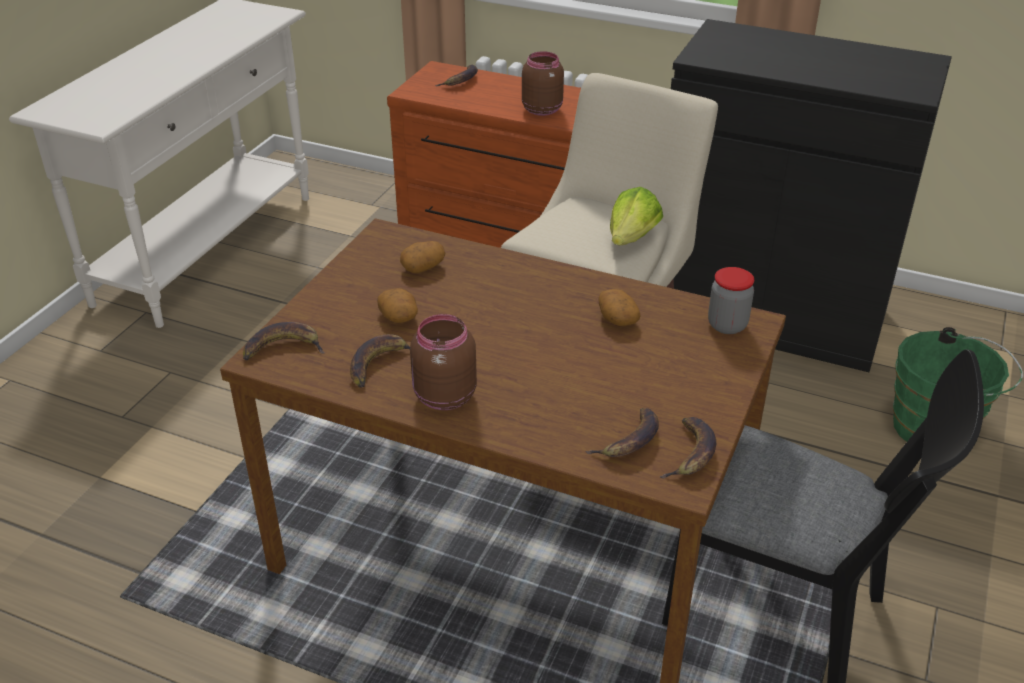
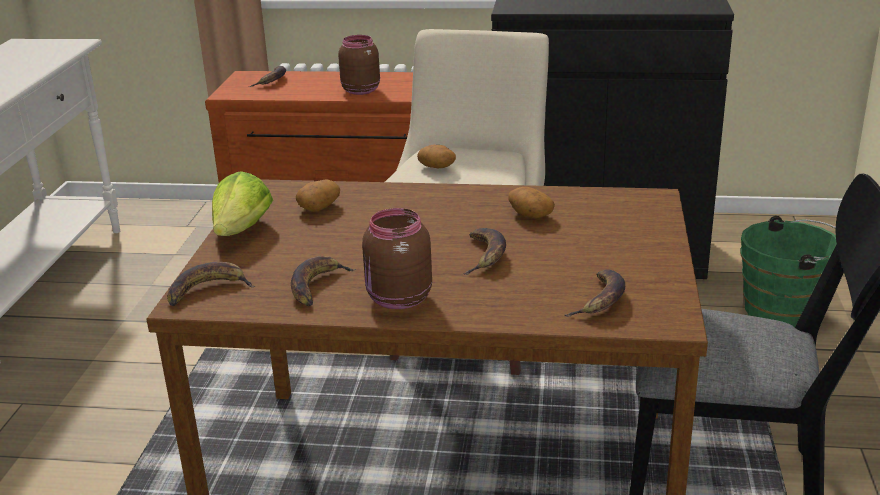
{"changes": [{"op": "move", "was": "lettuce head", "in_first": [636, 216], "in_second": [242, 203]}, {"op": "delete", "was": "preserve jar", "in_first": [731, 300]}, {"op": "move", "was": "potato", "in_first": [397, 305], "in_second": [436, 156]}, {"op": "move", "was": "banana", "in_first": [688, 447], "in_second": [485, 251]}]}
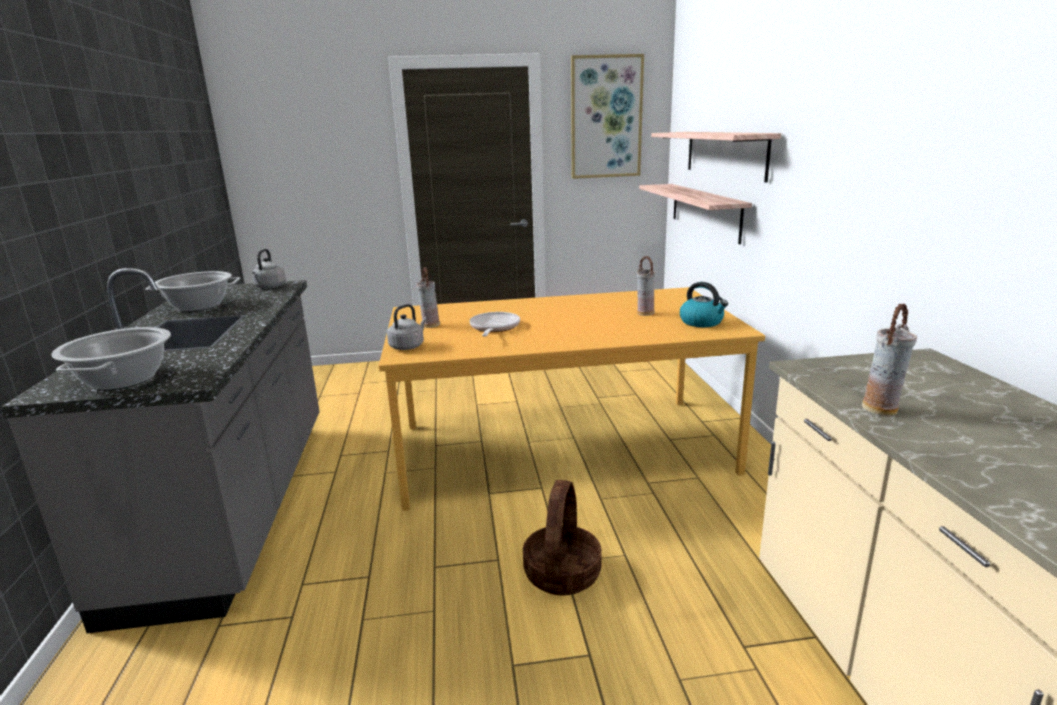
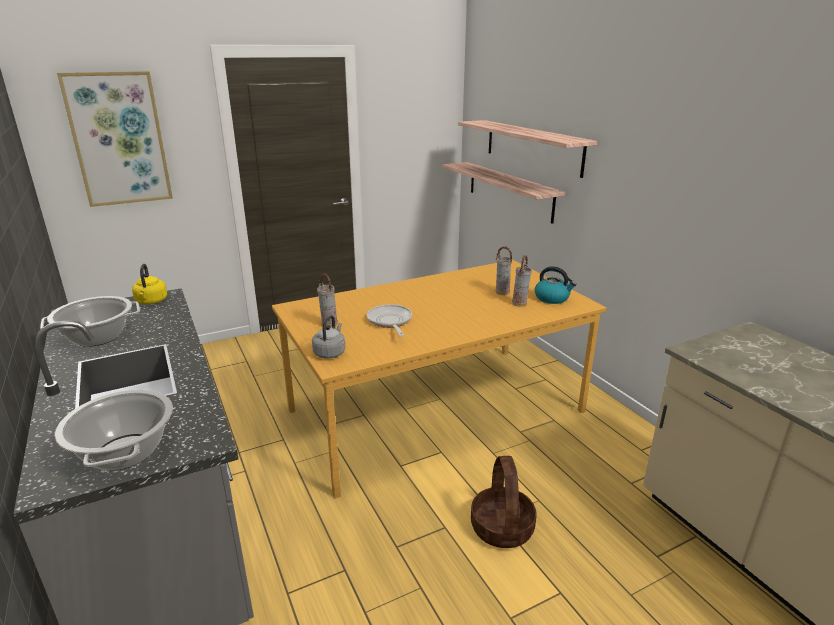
{"changes": [{"op": "move", "was": "wall art", "in_first": [607, 116], "in_second": [115, 139]}, {"op": "recolor", "was": "gray water kettle", "now": "yellow-coloured water kettle", "in_first": [269, 269], "in_second": [149, 284]}, {"op": "move", "was": "flower vase", "in_first": [889, 359], "in_second": [522, 281]}]}
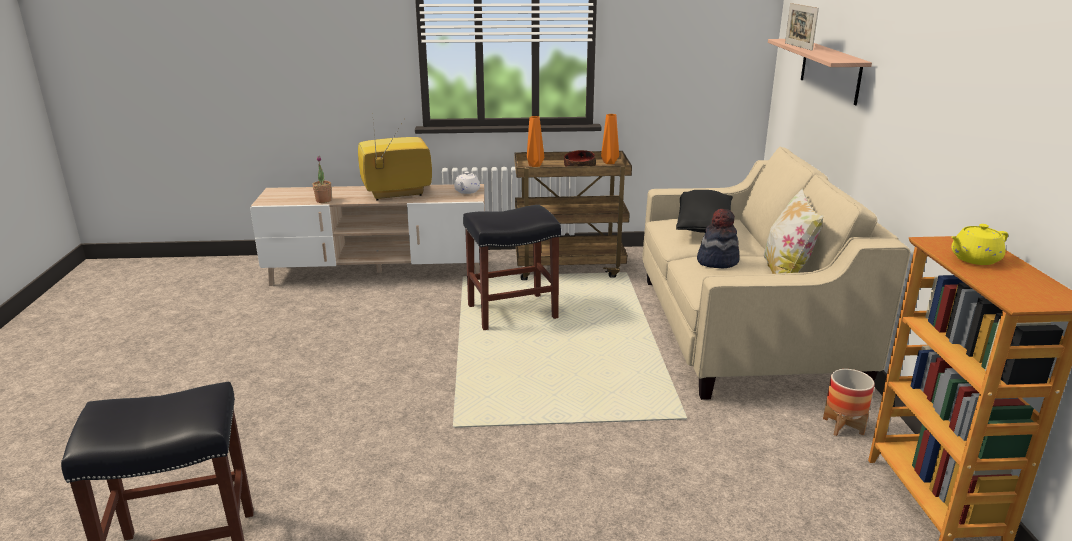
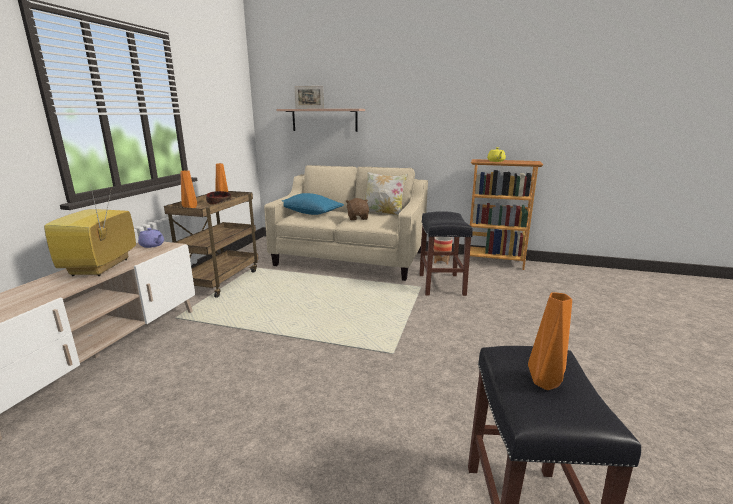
{"changes": [{"op": "delete", "was": "houseplant", "in_first": [322, 179]}, {"op": "recolor", "was": "whitish pot for tea", "now": "purplish pot for tea", "in_first": [467, 183], "in_second": [151, 238]}, {"op": "recolor", "was": "blackish throw pillow", "now": "blue throw pillow", "in_first": [705, 211], "in_second": [313, 204]}, {"op": "move", "was": "blackish sitting stool", "in_first": [512, 267], "in_second": [446, 254]}, {"op": "replace", "was": "hat", "now": "brown soft toy", "in_first": [718, 239], "in_second": [357, 209]}, {"op": "insert", "now": "orangey flower vase", "in_second": [550, 341]}]}
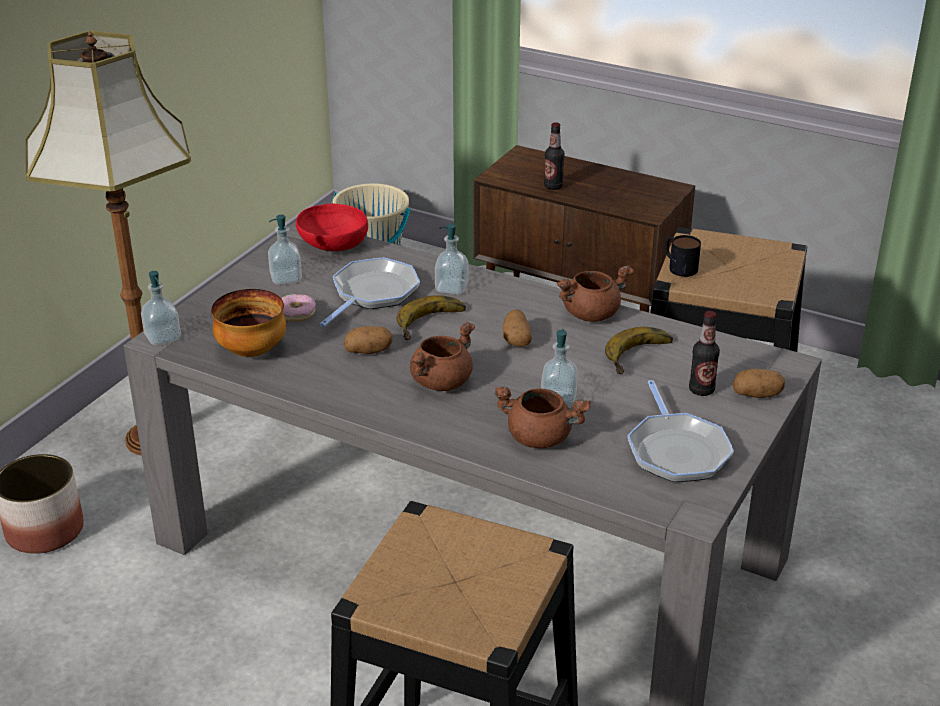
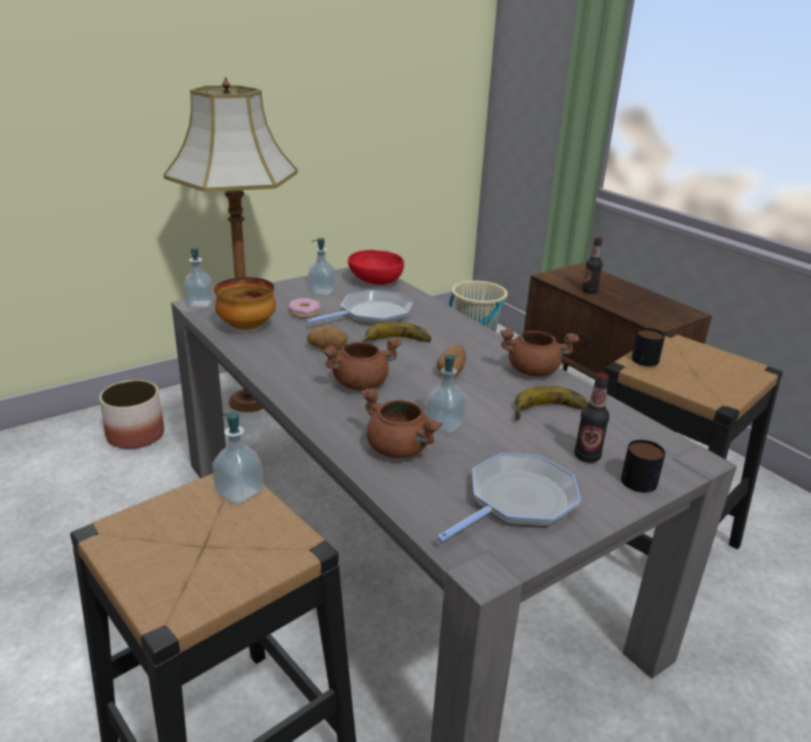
{"changes": [{"op": "move", "was": "soap bottle", "in_first": [451, 259], "in_second": [237, 458]}, {"op": "replace", "was": "potato", "now": "coffee mug", "in_first": [759, 383], "in_second": [643, 466]}, {"op": "rotate", "was": "frying pan", "in_first": [680, 431], "in_second": [509, 497], "clockwise": -150}]}
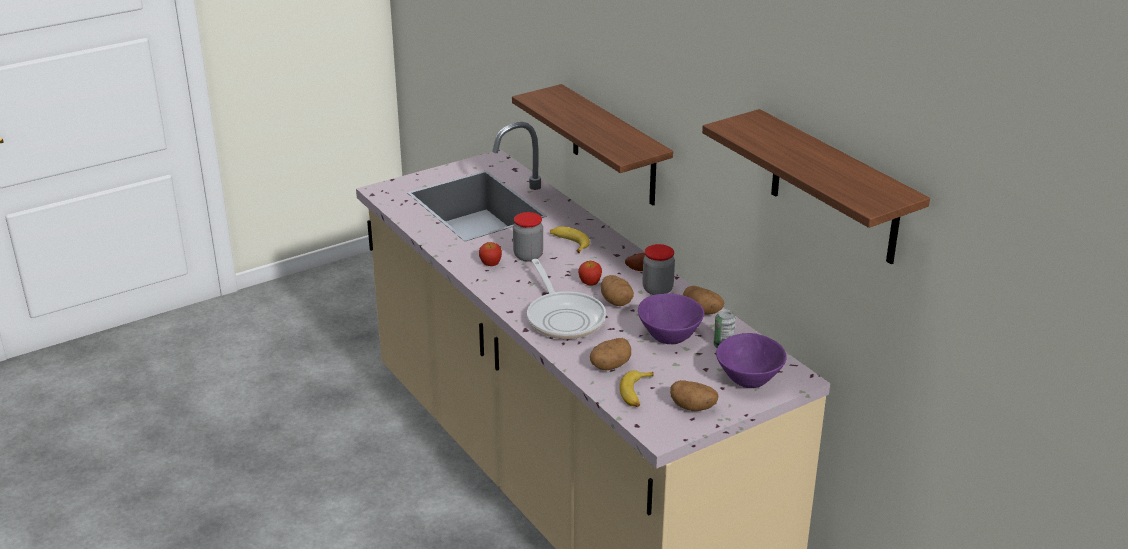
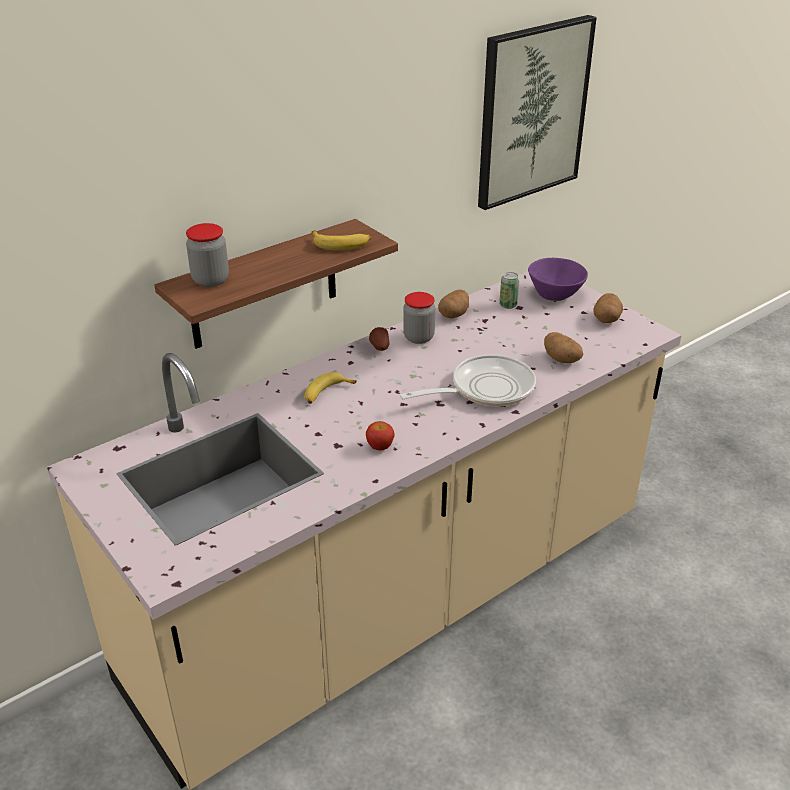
{"changes": [{"op": "replace", "was": "shelf", "now": "wall art", "in_first": [816, 186], "in_second": [537, 112]}, {"op": "move", "was": "preserve jar", "in_first": [528, 237], "in_second": [207, 255]}, {"op": "delete", "was": "apple fruit", "in_first": [590, 273]}, {"op": "delete", "was": "potato", "in_first": [617, 290]}, {"op": "delete", "was": "purplish serving bowl", "in_first": [671, 318]}, {"op": "move", "was": "banana", "in_first": [636, 388], "in_second": [341, 240]}]}
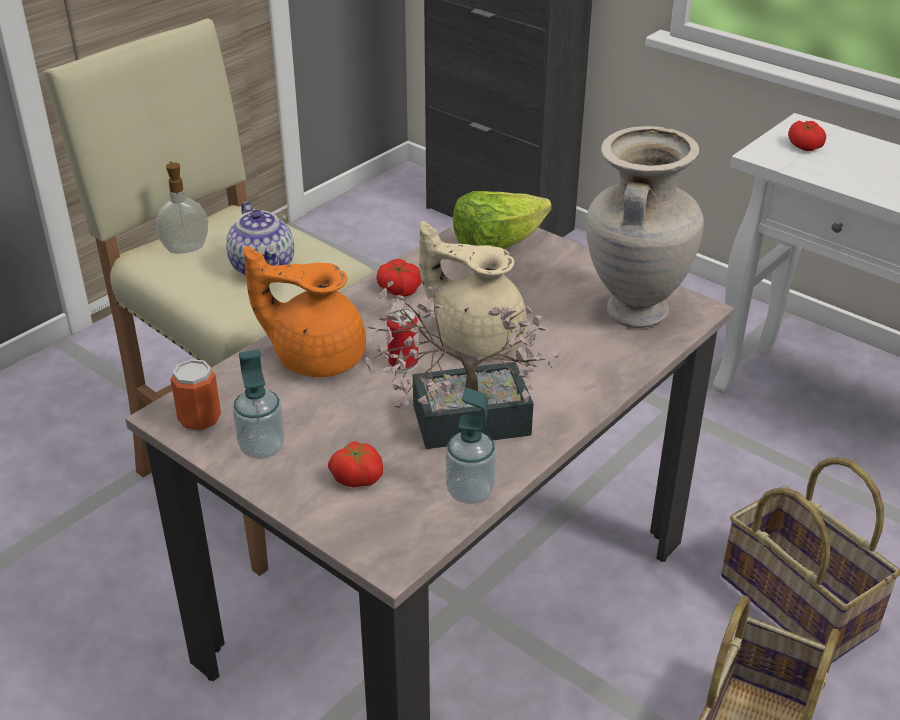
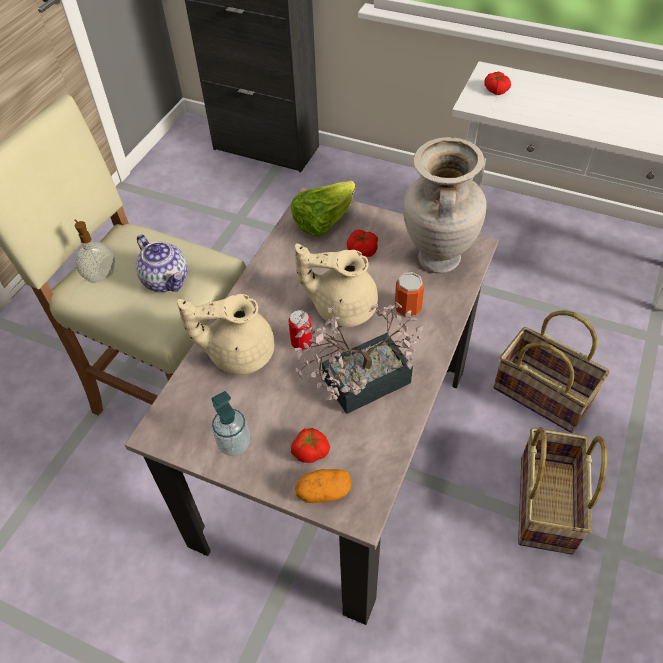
{"changes": [{"op": "recolor", "was": "orangey pot for tea", "now": "sand-coloured pot for tea", "in_first": [305, 311], "in_second": [225, 334]}, {"op": "move", "was": "tomato", "in_first": [399, 278], "in_second": [362, 243]}, {"op": "move", "was": "sealed can", "in_first": [195, 395], "in_second": [409, 294]}, {"op": "delete", "was": "soap bottle", "in_first": [471, 446]}, {"op": "insert", "now": "potato", "in_second": [323, 486]}]}
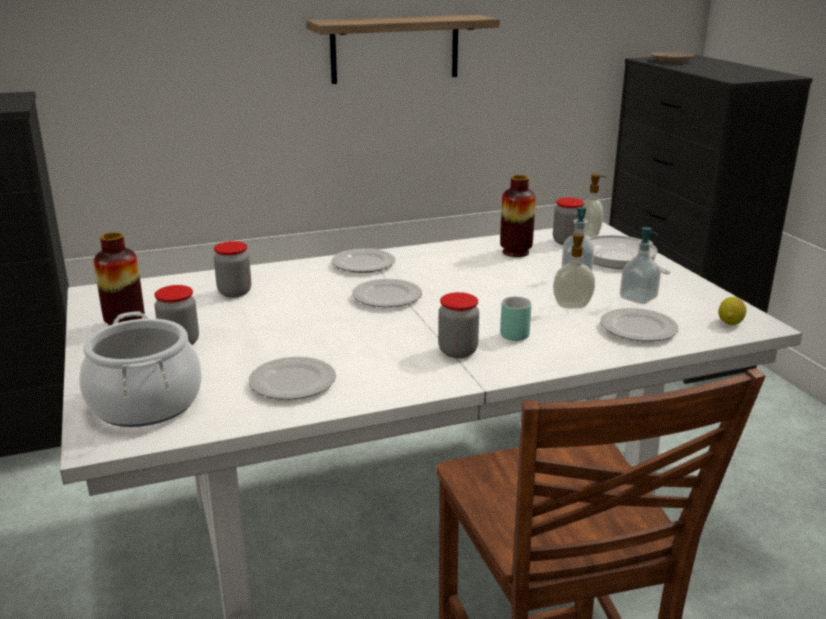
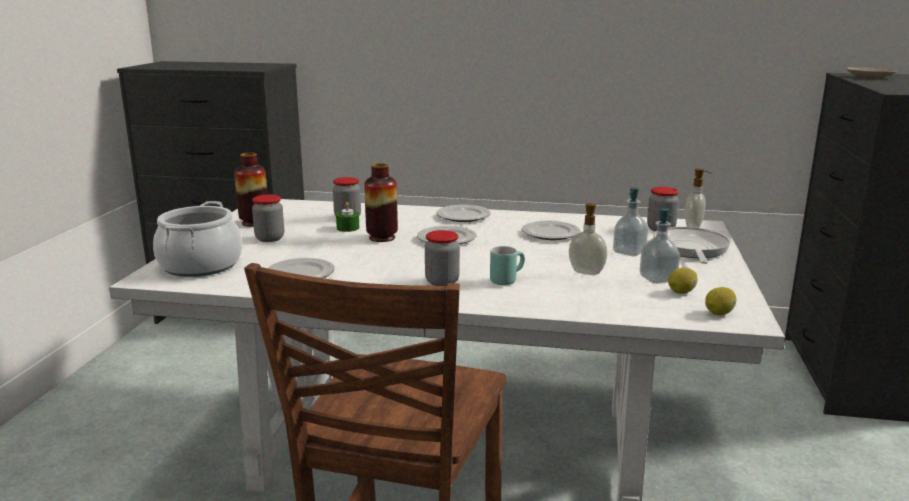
{"changes": [{"op": "delete", "was": "shelf", "in_first": [403, 49]}, {"op": "move", "was": "flower vase", "in_first": [518, 216], "in_second": [381, 202]}, {"op": "move", "was": "flat dish", "in_first": [639, 324], "in_second": [551, 230]}, {"op": "insert", "now": "green candle", "in_second": [347, 217]}, {"op": "insert", "now": "lemon", "in_second": [683, 281]}]}
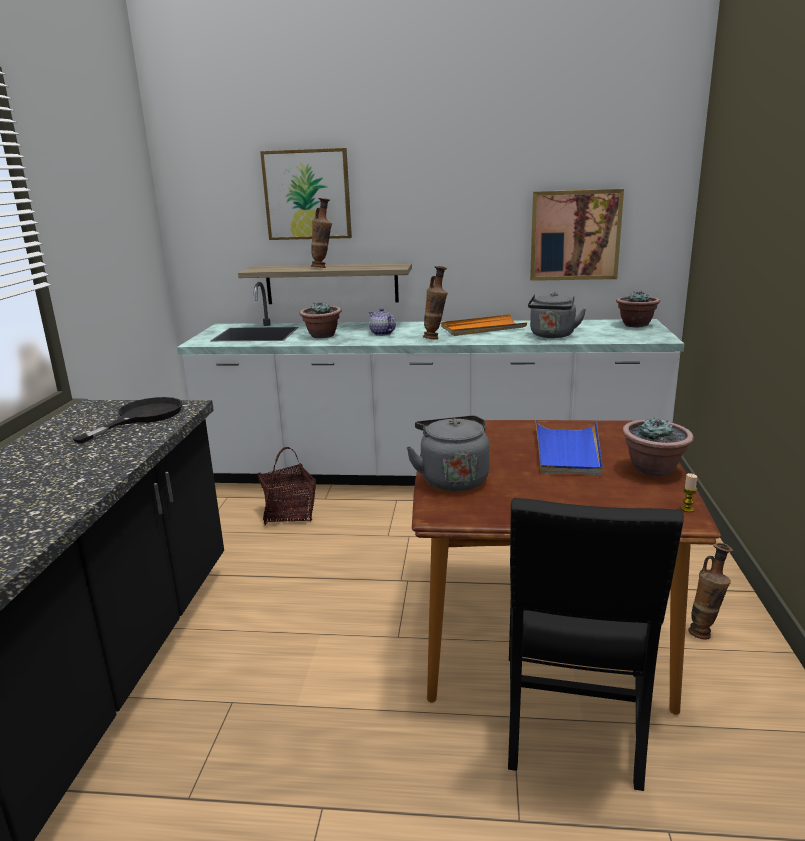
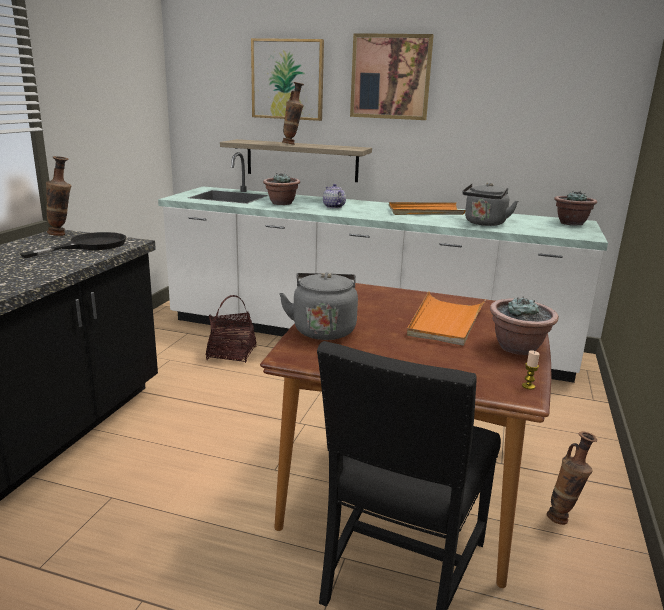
{"changes": [{"op": "move", "was": "wall art", "in_first": [577, 235], "in_second": [392, 76]}, {"op": "move", "was": "flower vase", "in_first": [435, 302], "in_second": [58, 196]}, {"op": "recolor", "was": "blue serving tray", "now": "orangey serving tray", "in_first": [569, 447], "in_second": [446, 318]}]}
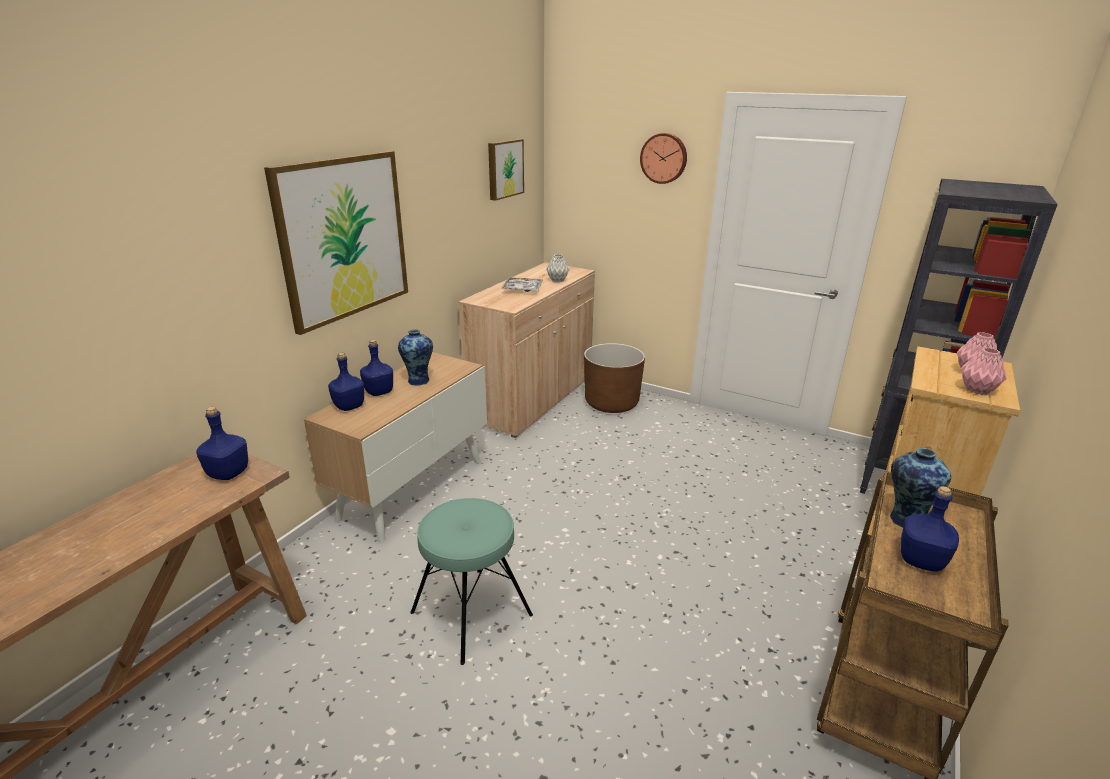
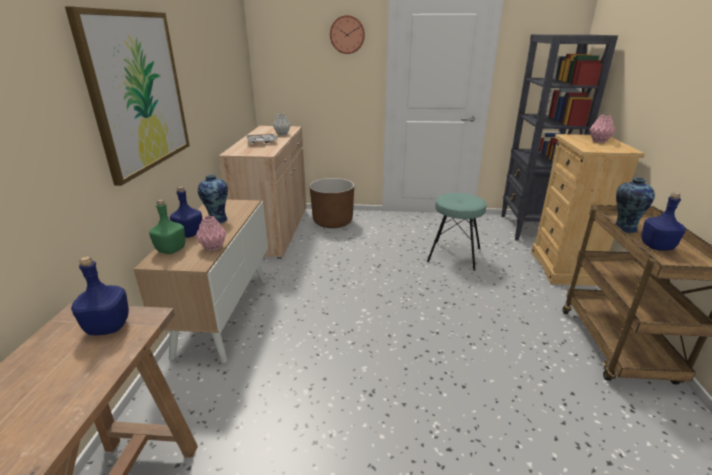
{"changes": [{"op": "delete", "was": "wall art", "in_first": [506, 170]}, {"op": "move", "was": "pink-coloured flower vase", "in_first": [984, 371], "in_second": [211, 233]}, {"op": "recolor", "was": "blue drink bottle", "now": "green drink bottle", "in_first": [346, 382], "in_second": [167, 226]}, {"op": "move", "was": "blue-green sitting stool", "in_first": [471, 581], "in_second": [456, 231]}]}
